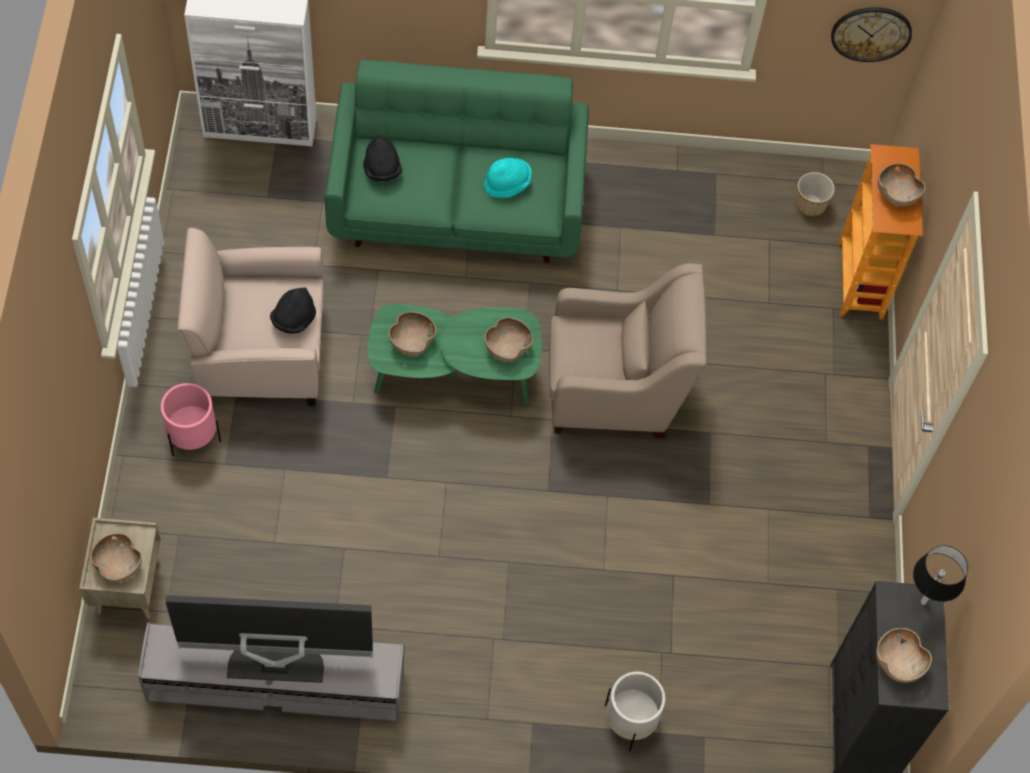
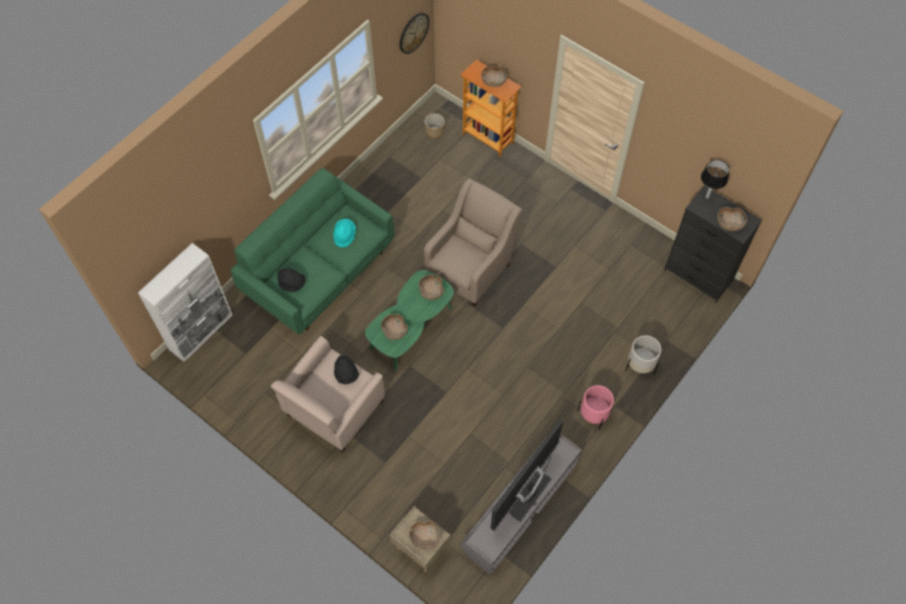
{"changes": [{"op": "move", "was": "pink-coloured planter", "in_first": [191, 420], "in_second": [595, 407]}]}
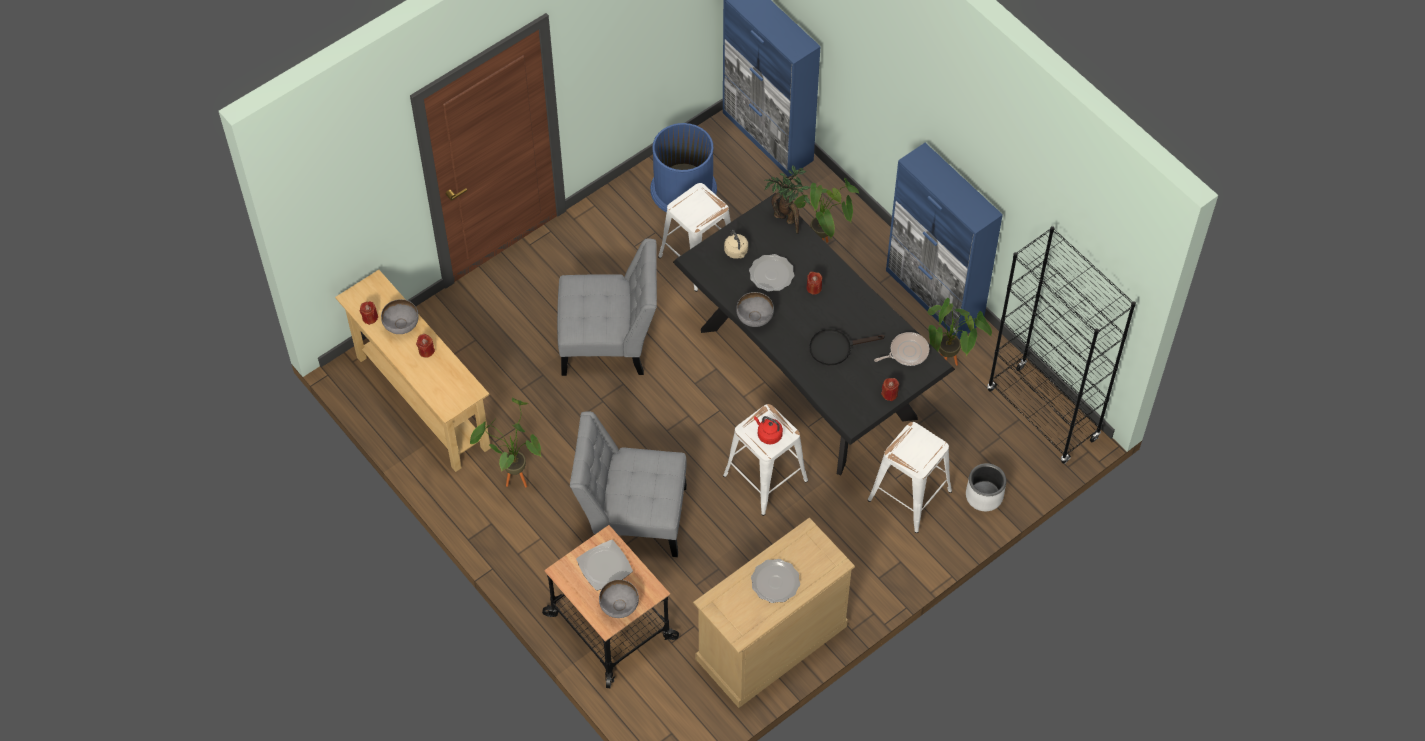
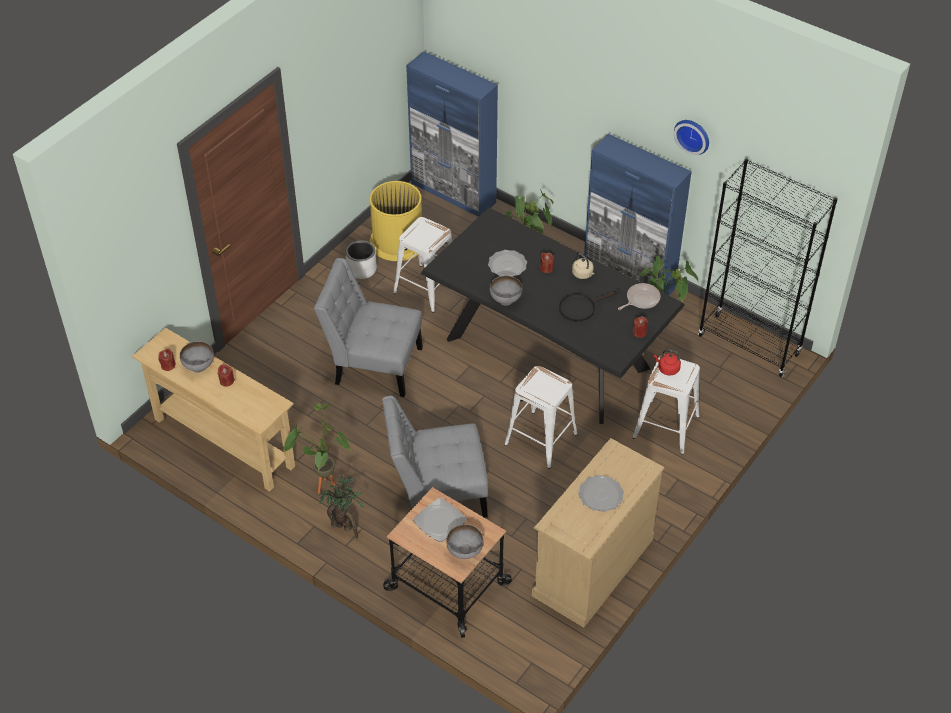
{"changes": [{"op": "recolor", "was": "blue waste bin", "now": "yellow-coloured waste bin", "in_first": [683, 167], "in_second": [395, 221]}, {"op": "move", "was": "houseplant", "in_first": [787, 199], "in_second": [341, 507]}, {"op": "move", "was": "sand-coloured water kettle", "in_first": [736, 244], "in_second": [583, 266]}, {"op": "rotate", "was": "gray chair", "in_first": [607, 307], "in_second": [368, 327], "clockwise": -150}, {"op": "move", "was": "reddish water kettle", "in_first": [768, 430], "in_second": [667, 362]}, {"op": "move", "was": "whitish planter", "in_first": [986, 487], "in_second": [361, 259]}, {"op": "insert", "now": "clock on the wall", "in_second": [691, 137]}]}
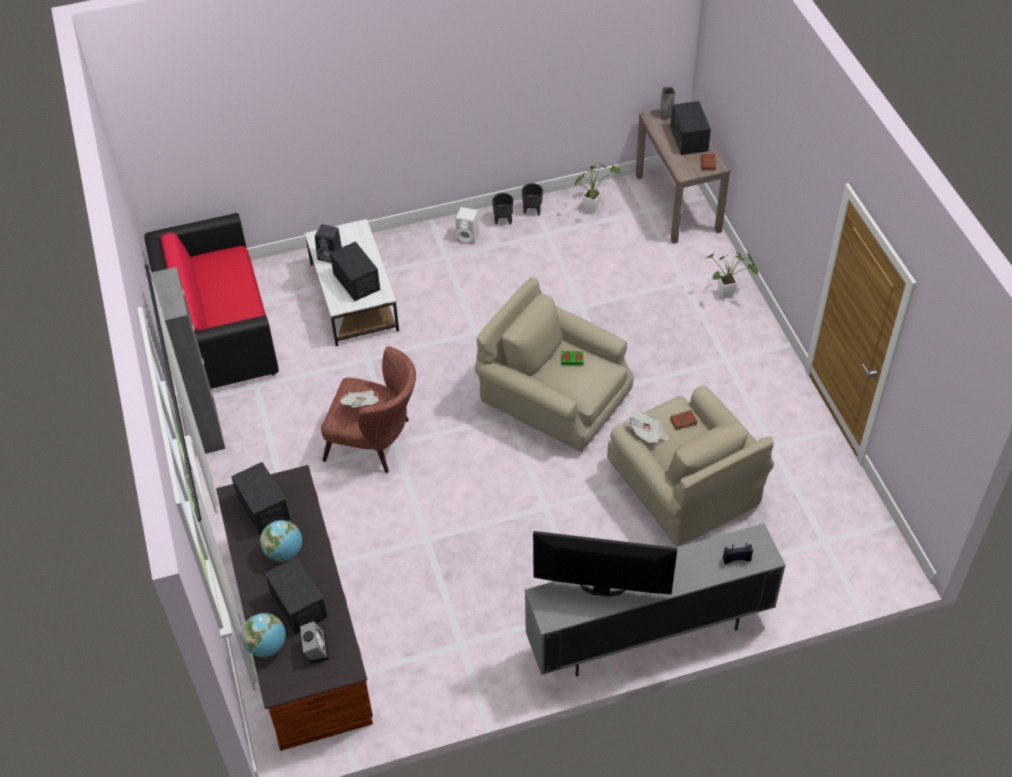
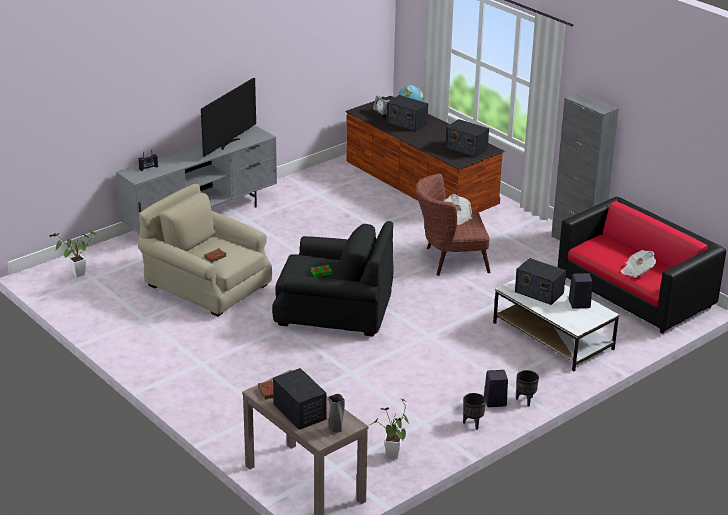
{"changes": [{"op": "move", "was": "blackish planter", "in_first": [532, 199], "in_second": [527, 388]}, {"op": "recolor", "was": "whitish audio speaker", "now": "blackish audio speaker", "in_first": [467, 226], "in_second": [496, 388]}, {"op": "move", "was": "houseplant", "in_first": [732, 275], "in_second": [73, 254]}, {"op": "recolor", "was": "sand-coloured lounge chair", "now": "blackish lounge chair", "in_first": [554, 364], "in_second": [333, 279]}, {"op": "move", "was": "daily paper", "in_first": [647, 426], "in_second": [638, 264]}, {"op": "delete", "was": "world globe", "in_first": [281, 541]}, {"op": "rotate", "was": "TV set", "in_first": [605, 564], "in_second": [228, 117], "clockwise": -45}]}
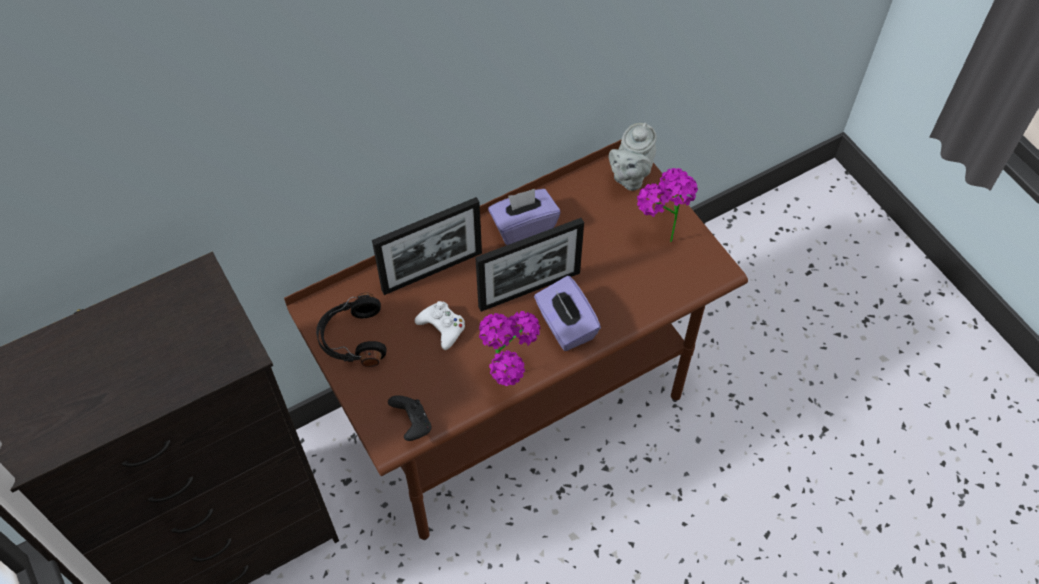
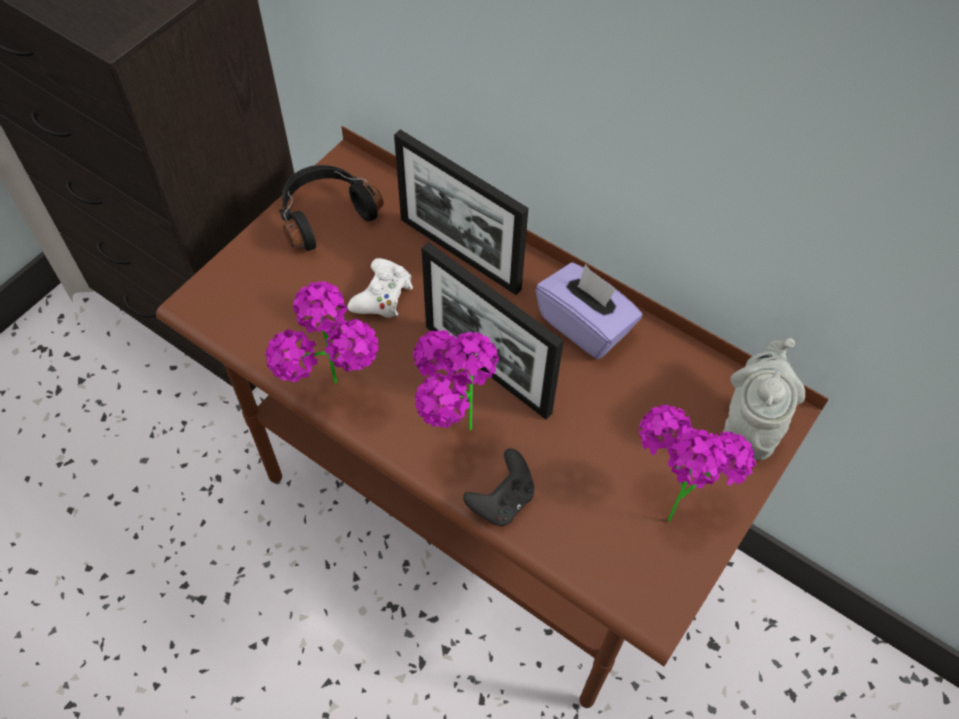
{"changes": [{"op": "rotate", "was": "gray pot for tea", "in_first": [633, 157], "in_second": [764, 399], "clockwise": 105}, {"op": "replace", "was": "purplish tissue holder", "now": "houseplant", "in_first": [567, 313], "in_second": [456, 380]}, {"op": "move", "was": "blackish joypad", "in_first": [409, 418], "in_second": [498, 487]}]}
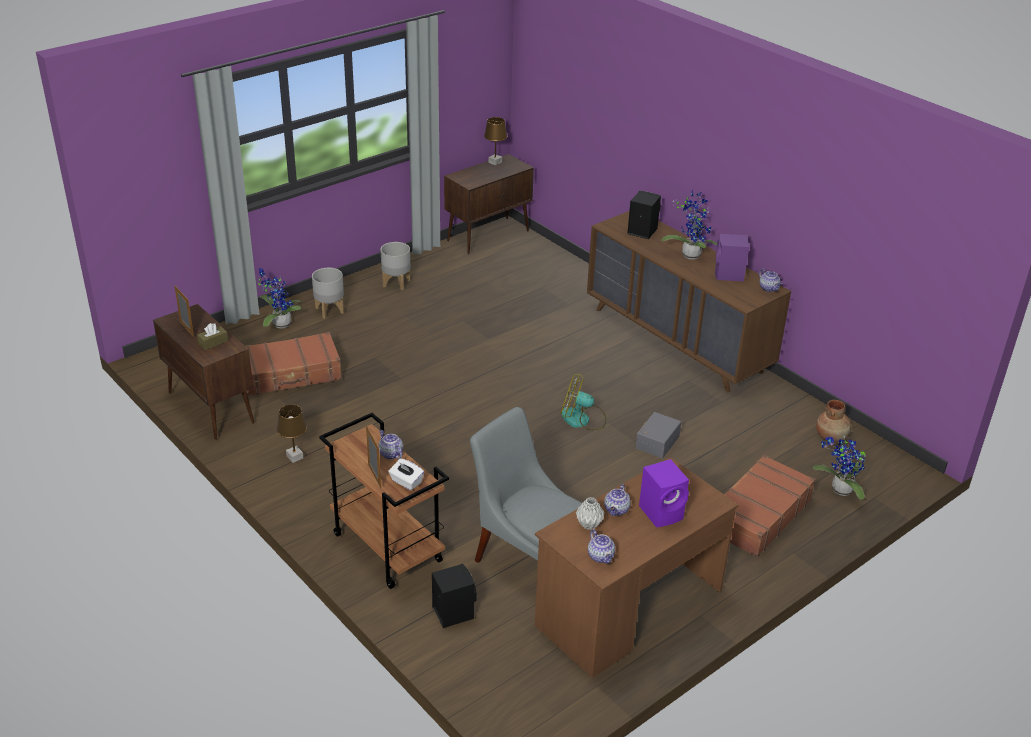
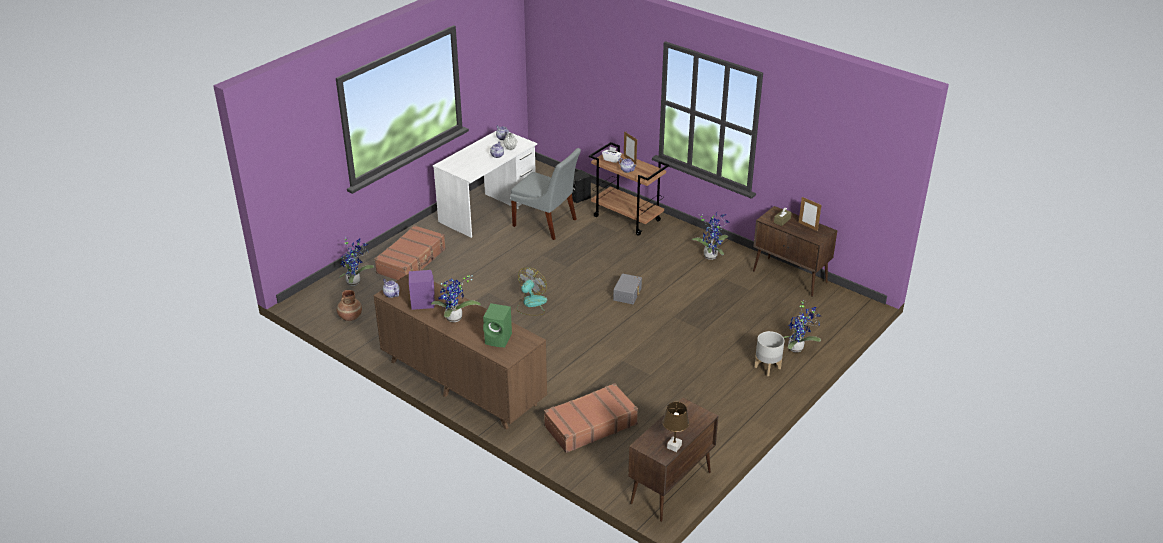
{"changes": [{"op": "recolor", "was": "blackish audio speaker", "now": "green audio speaker", "in_first": [644, 215], "in_second": [497, 325]}, {"op": "delete", "was": "gray planter", "in_first": [395, 266]}, {"op": "move", "was": "brown piece of luggage", "in_first": [294, 364], "in_second": [591, 418]}, {"op": "rotate", "was": "electric fan", "in_first": [583, 401], "in_second": [532, 291], "clockwise": -60}, {"op": "replace", "was": "brown table lamp", "now": "houseplant", "in_first": [292, 434], "in_second": [711, 236]}, {"op": "move", "was": "gray storage box", "in_first": [658, 435], "in_second": [627, 288]}, {"op": "recolor", "was": "brown desk", "now": "whitish desk", "in_first": [636, 567], "in_second": [485, 184]}, {"op": "delete", "was": "purplish audio speaker", "in_first": [664, 493]}]}
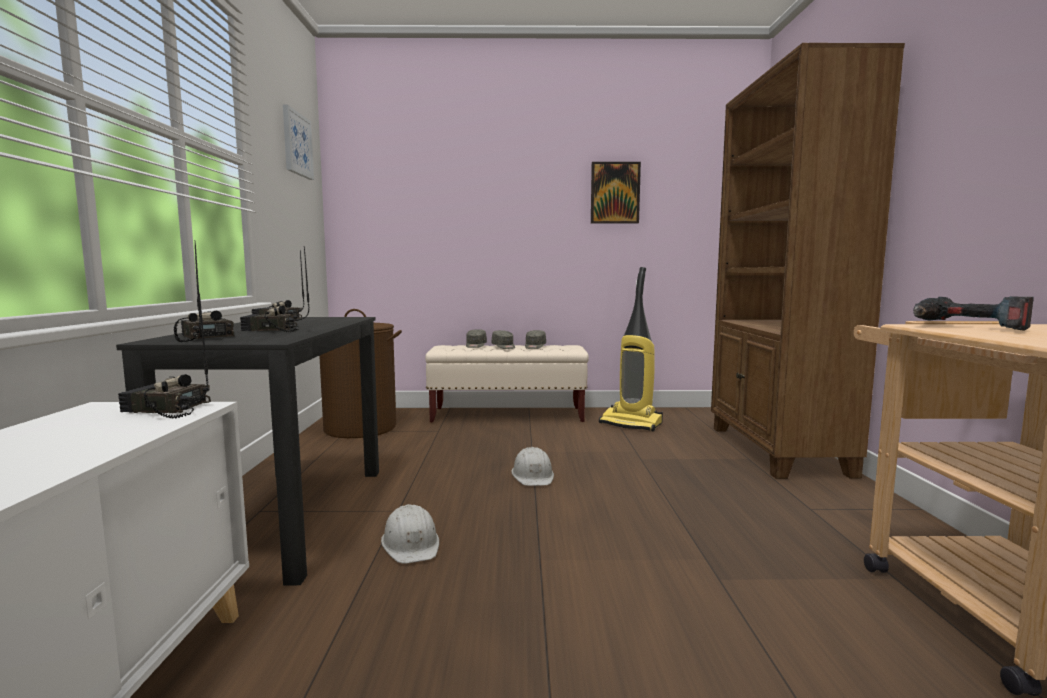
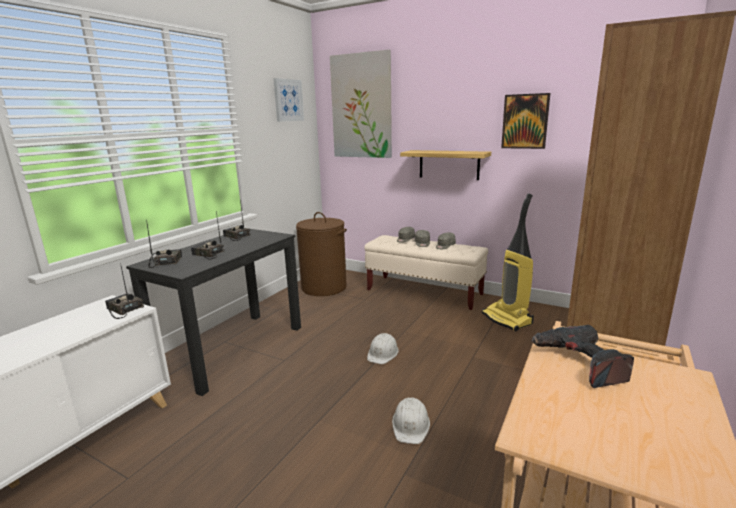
{"changes": [{"op": "move", "was": "whitish hard hat", "in_first": [410, 534], "in_second": [411, 420]}, {"op": "insert", "now": "wall art", "in_second": [361, 103]}, {"op": "insert", "now": "shelf", "in_second": [445, 165]}]}
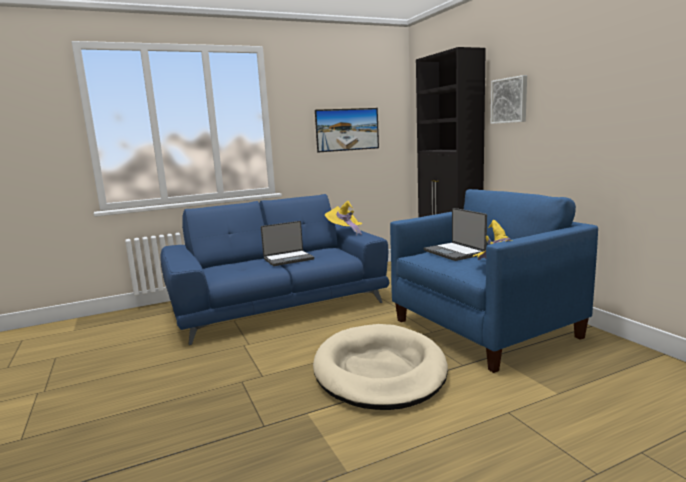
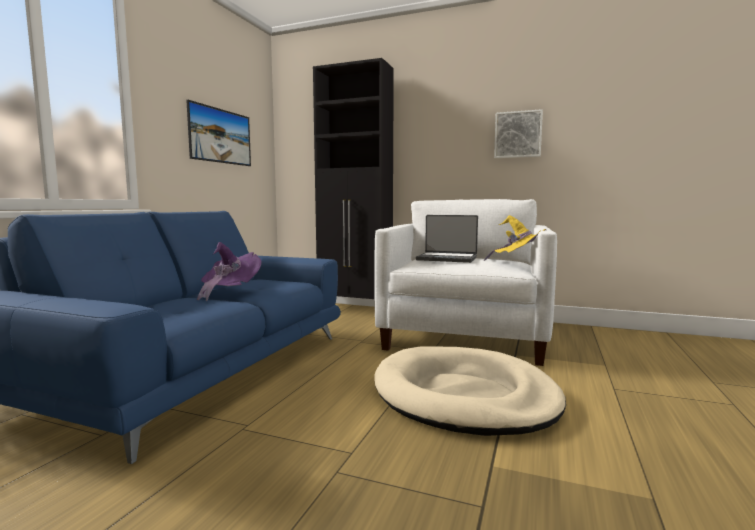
{"changes": [{"op": "move", "was": "wall art", "in_first": [509, 99], "in_second": [518, 133]}, {"op": "recolor", "was": "blue lounge chair", "now": "whitish lounge chair", "in_first": [494, 281], "in_second": [466, 282]}, {"op": "delete", "was": "yellow-coloured hat", "in_first": [343, 218]}, {"op": "replace", "was": "laptop", "now": "purplish hat", "in_first": [287, 243], "in_second": [229, 271]}]}
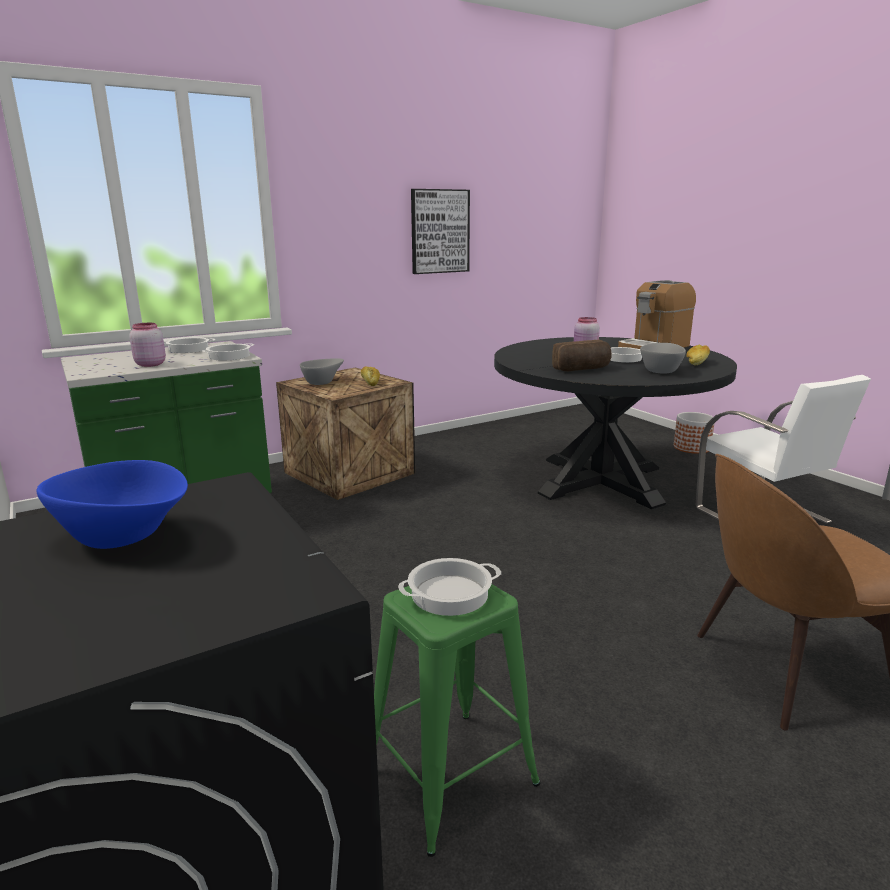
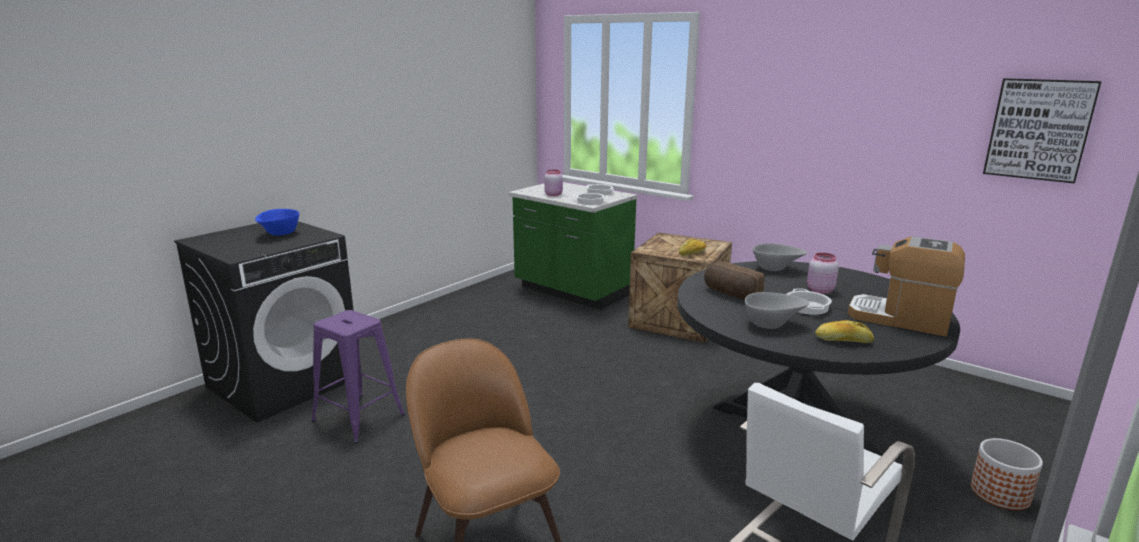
{"changes": [{"op": "move", "was": "wall art", "in_first": [440, 231], "in_second": [1042, 130]}, {"op": "move", "was": "gray serving bowl", "in_first": [322, 371], "in_second": [780, 257]}, {"op": "delete", "was": "stockpot", "in_first": [449, 587]}, {"op": "recolor", "was": "green sitting stool", "now": "purplish sitting stool", "in_first": [457, 720], "in_second": [358, 376]}]}
